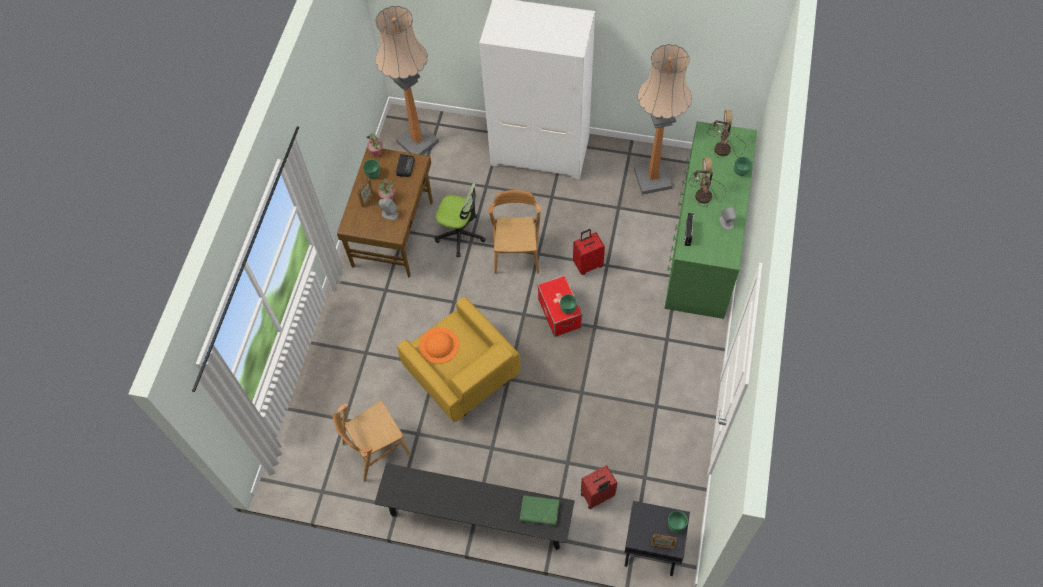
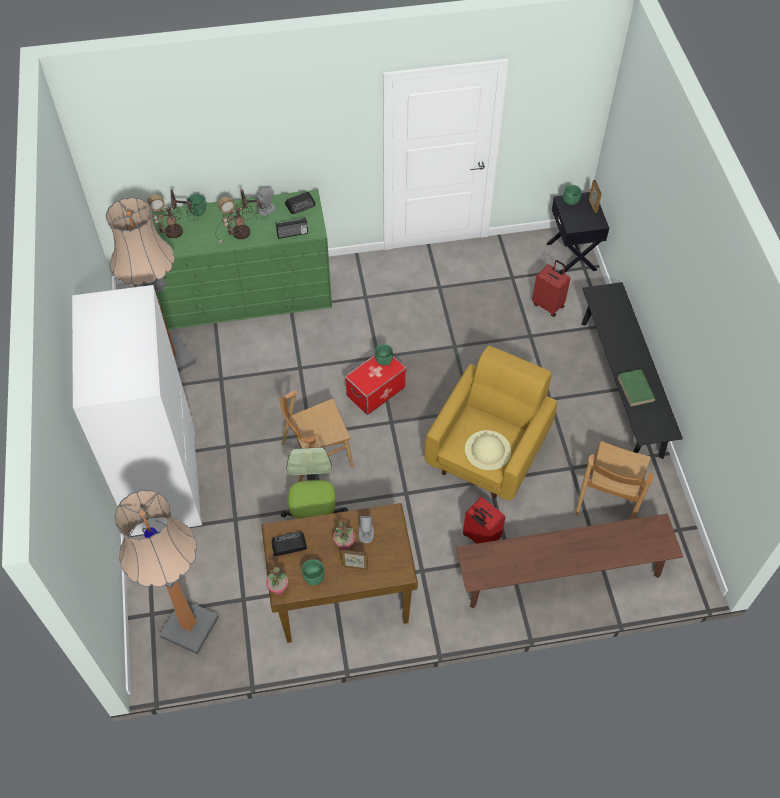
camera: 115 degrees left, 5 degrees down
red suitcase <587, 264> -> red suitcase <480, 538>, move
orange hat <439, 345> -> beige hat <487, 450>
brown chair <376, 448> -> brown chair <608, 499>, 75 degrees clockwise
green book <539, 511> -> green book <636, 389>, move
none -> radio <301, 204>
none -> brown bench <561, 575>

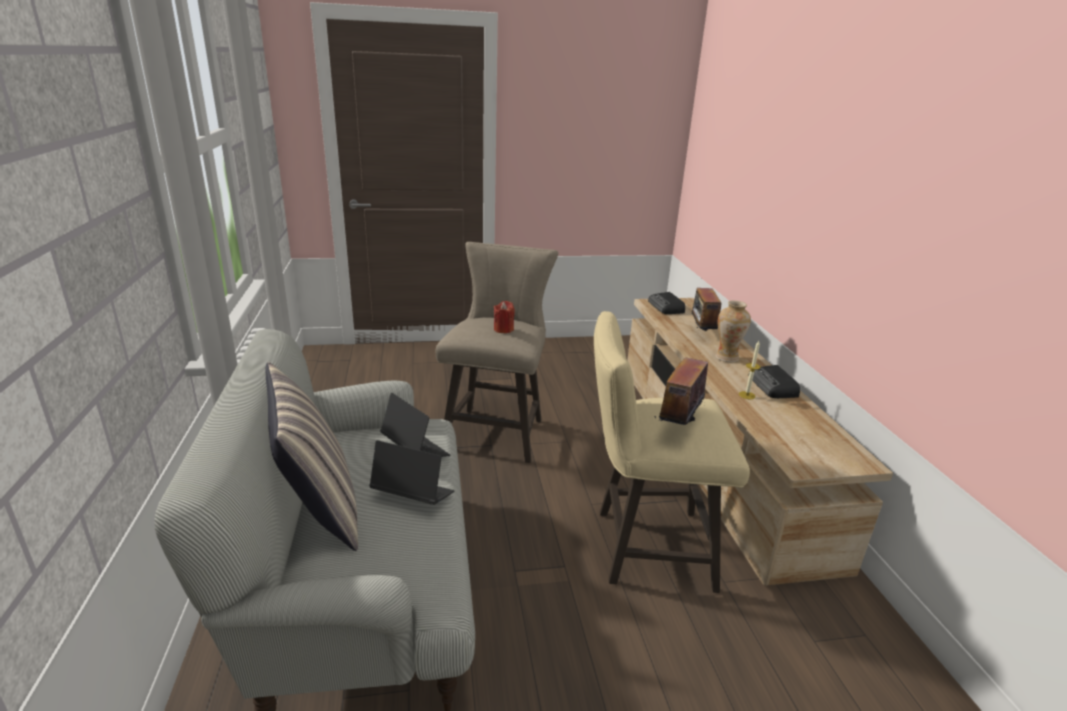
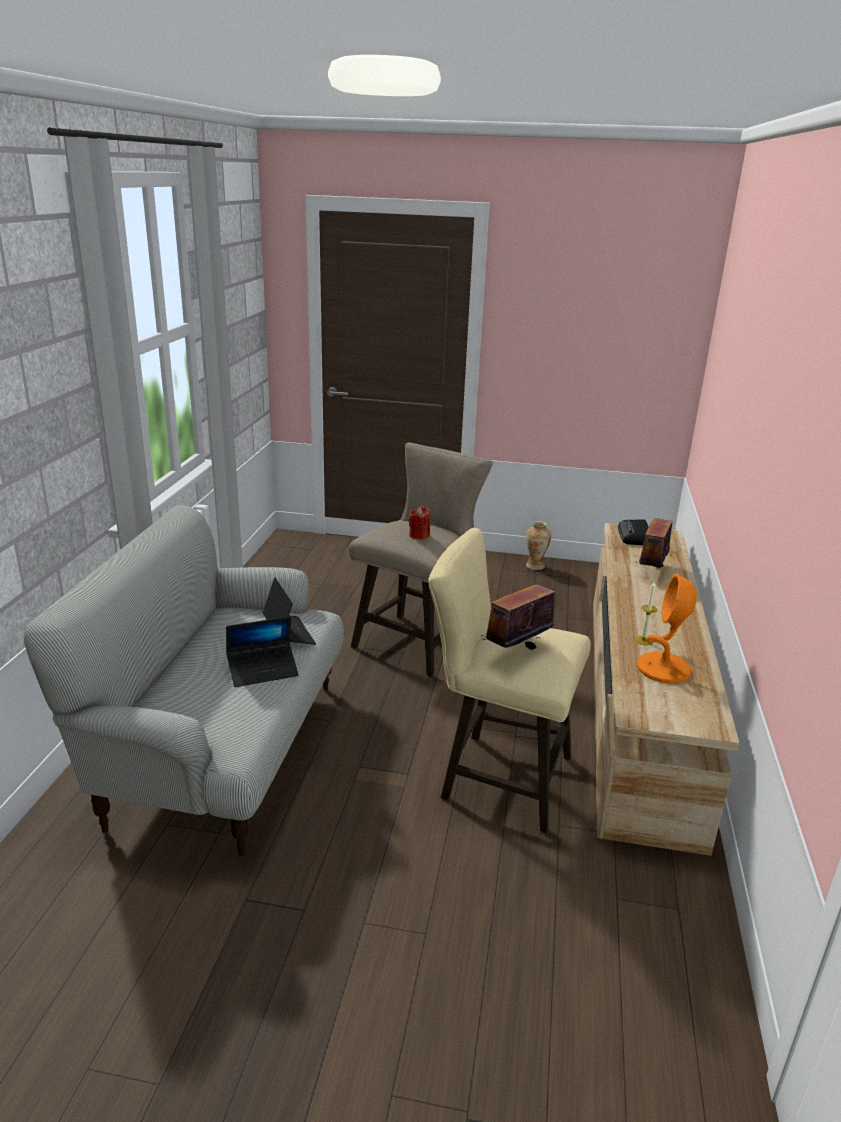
camera: 20 degrees right, 0 degrees up
vase <726, 357> -> vase <535, 566>, move
pillow <318, 509> -> none
radio <773, 387> -> none
laptop <412, 496> -> laptop <263, 670>, 120 degrees clockwise
none -> orange table lamp <663, 669>

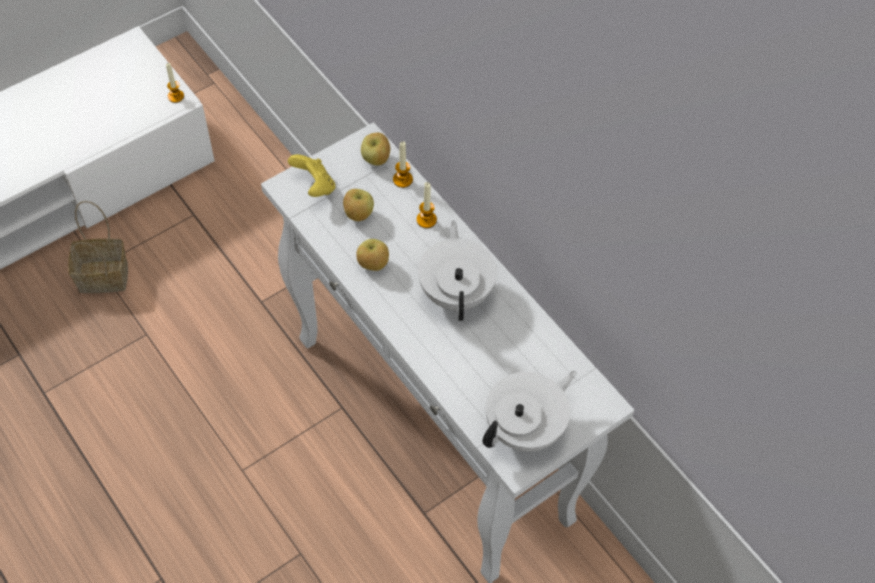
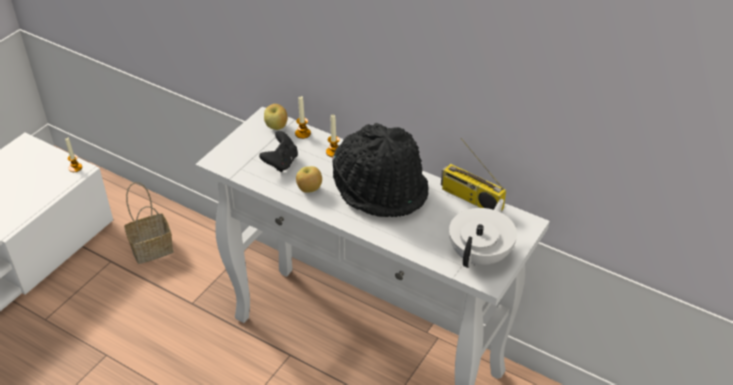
camera: 20 degrees left, 15 degrees down
yellow game controller <314, 186> -> none
apple <358, 214> -> black game controller <281, 162>
basket <105, 275> -> basket <153, 248>, move
white teapot <457, 292> -> black hat <381, 188>
none -> radio <470, 198>

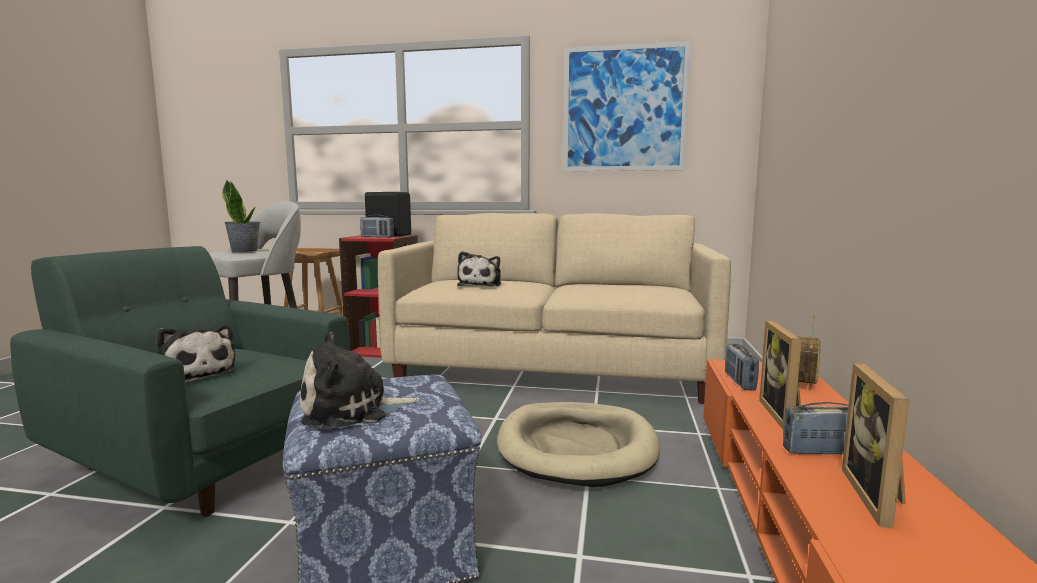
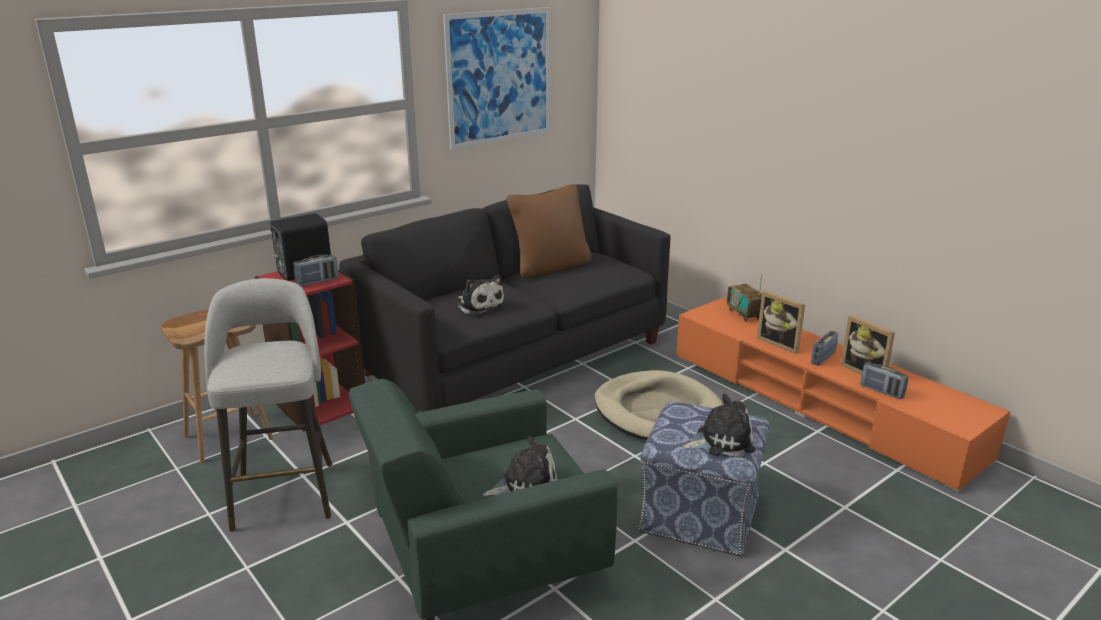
camera: 50 degrees left, 15 degrees up
potted plant <245, 251> -> none
beige sofa <553, 369> -> black sofa <515, 357>
plush toy <352, 410> -> plush toy <721, 441>, 120 degrees counterclockwise
radio <739, 382> -> radio <881, 391>, move
none -> brown pillow <550, 266>

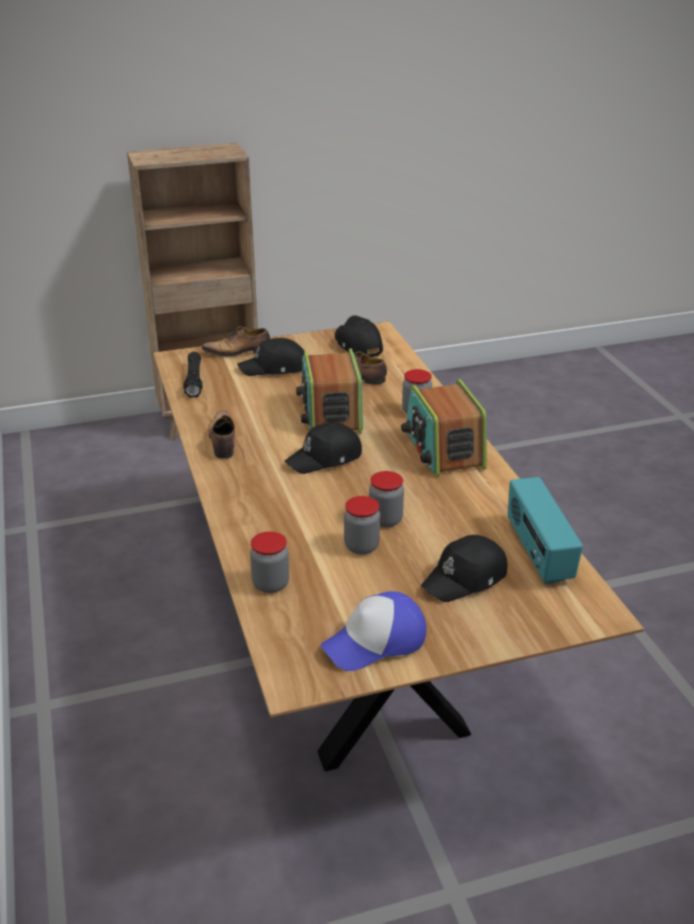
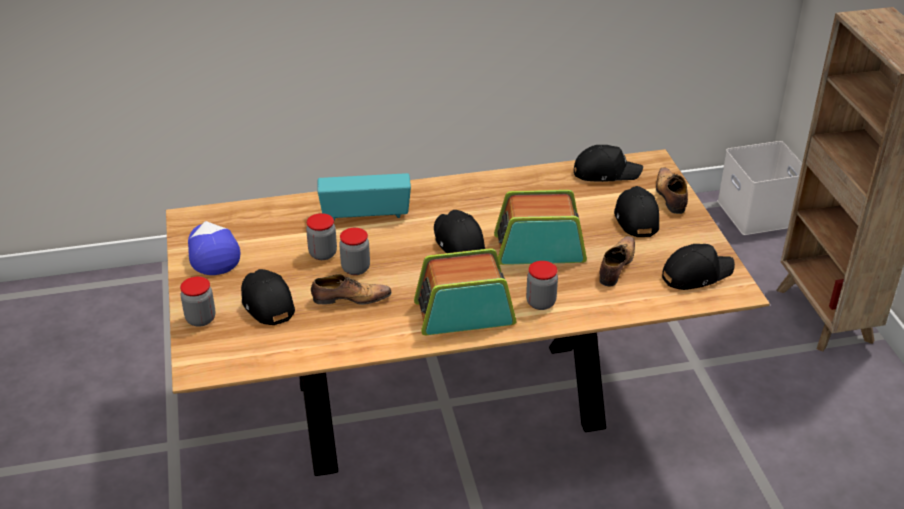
camera: 95 degrees right, 5 degrees up
black flashlight <194, 381> -> black cap <605, 172>
shoe <223, 440> -> shoe <350, 298>, move
radio <537, 553> -> radio <365, 214>, move
jar <270, 584> -> jar <200, 319>, move
none -> white storage box <759, 213>

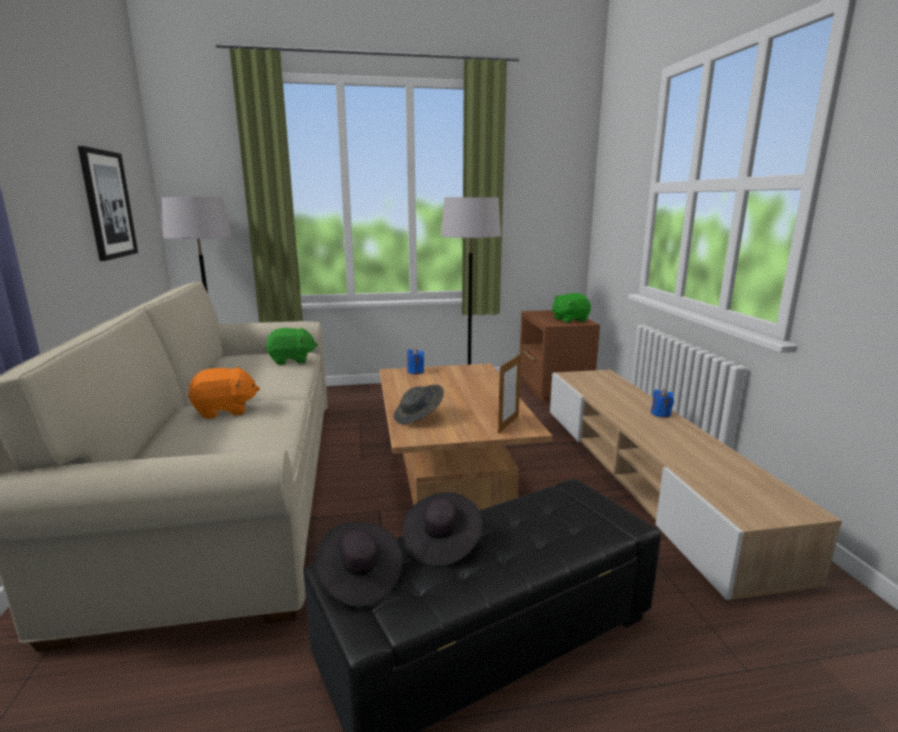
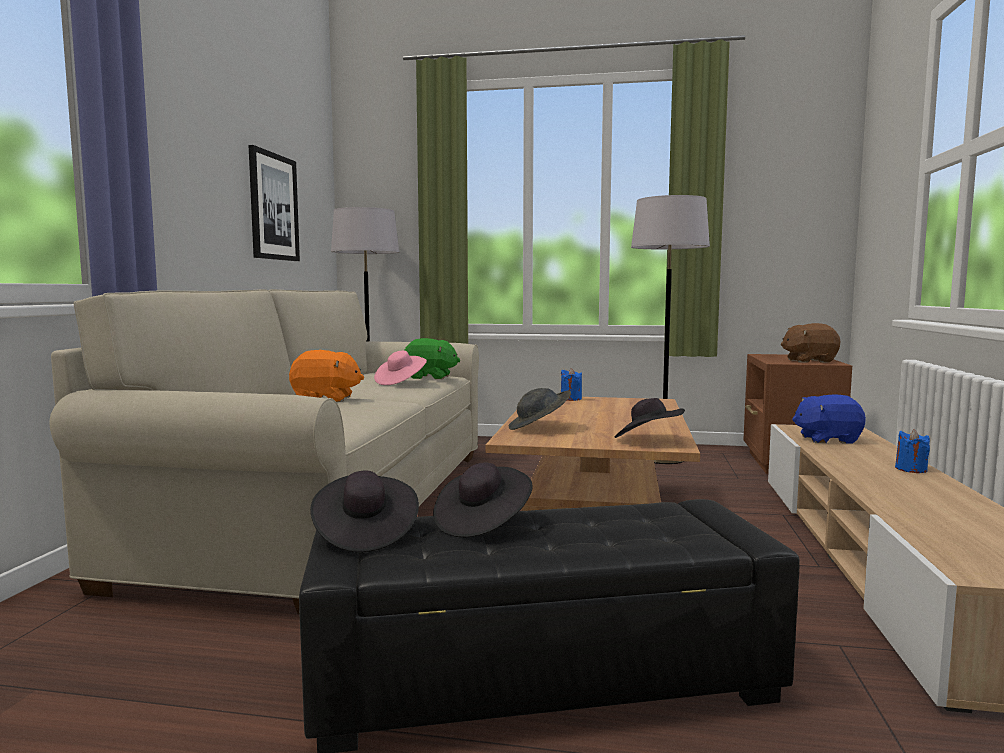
camera: 20 degrees right, 10 degrees down
green plush toy <569, 320> -> brown plush toy <809, 361>
picture frame <508, 424> -> black hat <648, 440>
none -> pink hat <400, 382>
none -> blue plush toy <827, 439>

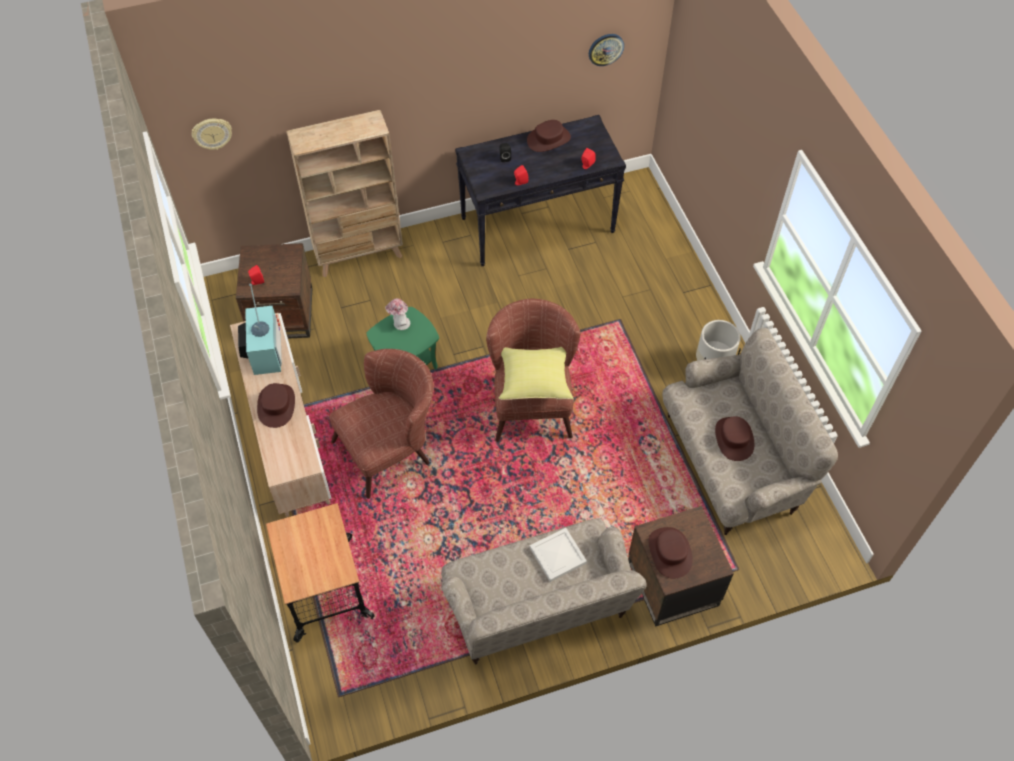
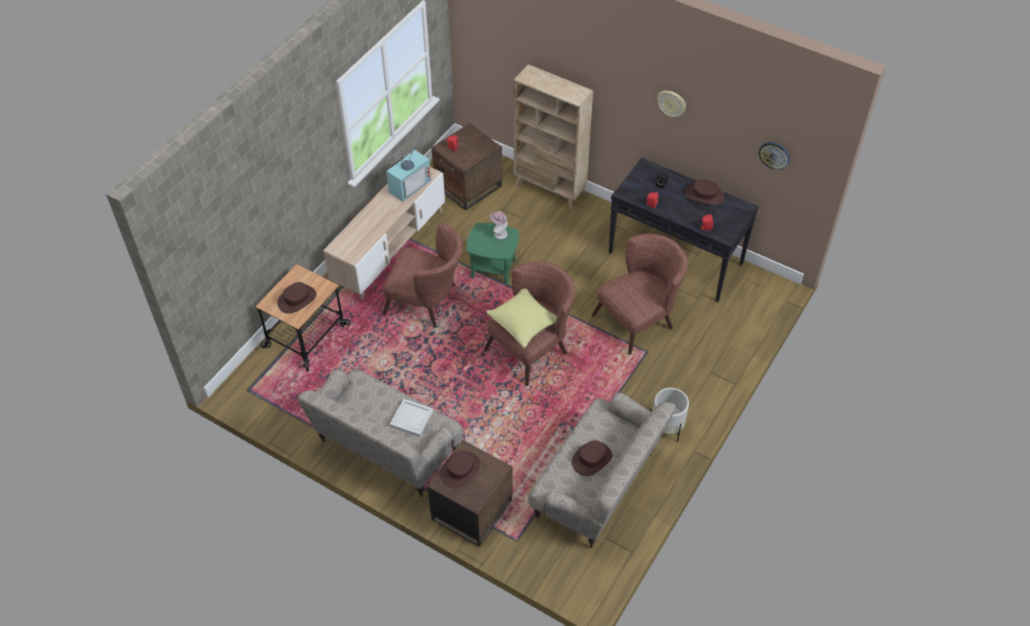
camera: 50 degrees right, 5 degrees down
wall clock <212, 133> -> wall clock <671, 103>, move
brown hat <277, 405> -> brown hat <297, 299>, move
none -> brown armchair <639, 318>

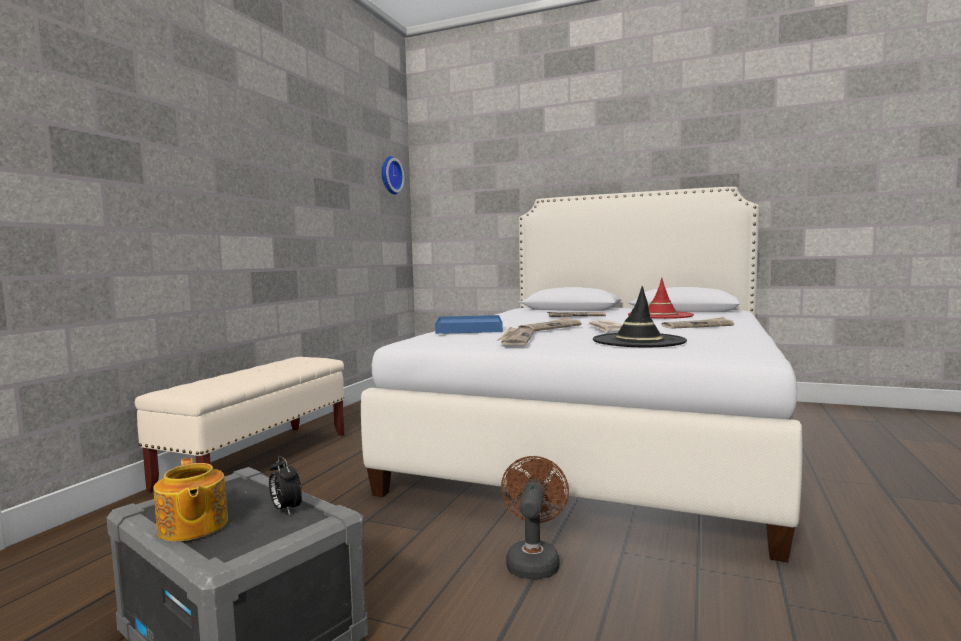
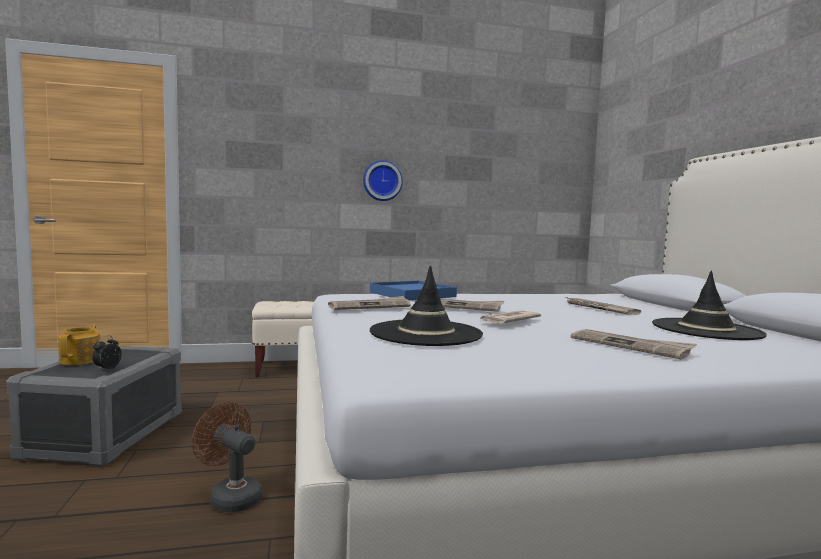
camera: 55 degrees right, 0 degrees up
wall clock <389, 175> -> wall clock <382, 181>, move
red hat <660, 315> -> black hat <706, 330>
brown fan <533, 560> -> brown fan <231, 496>, 120 degrees counterclockwise
teapot <192, 527> -> teapot <81, 360>, 150 degrees clockwise

